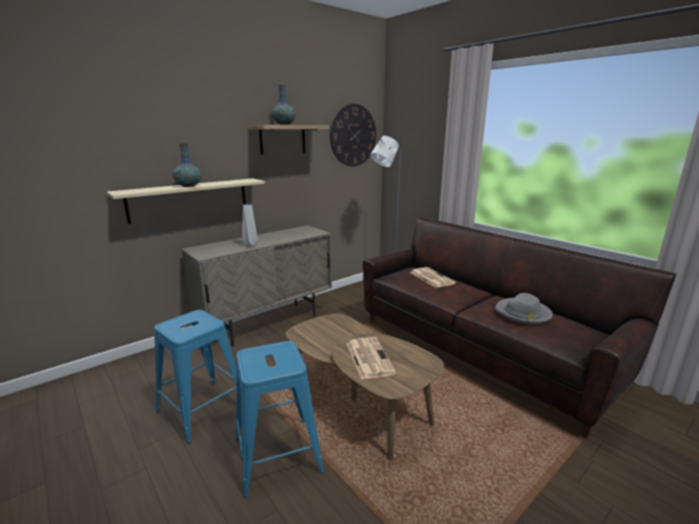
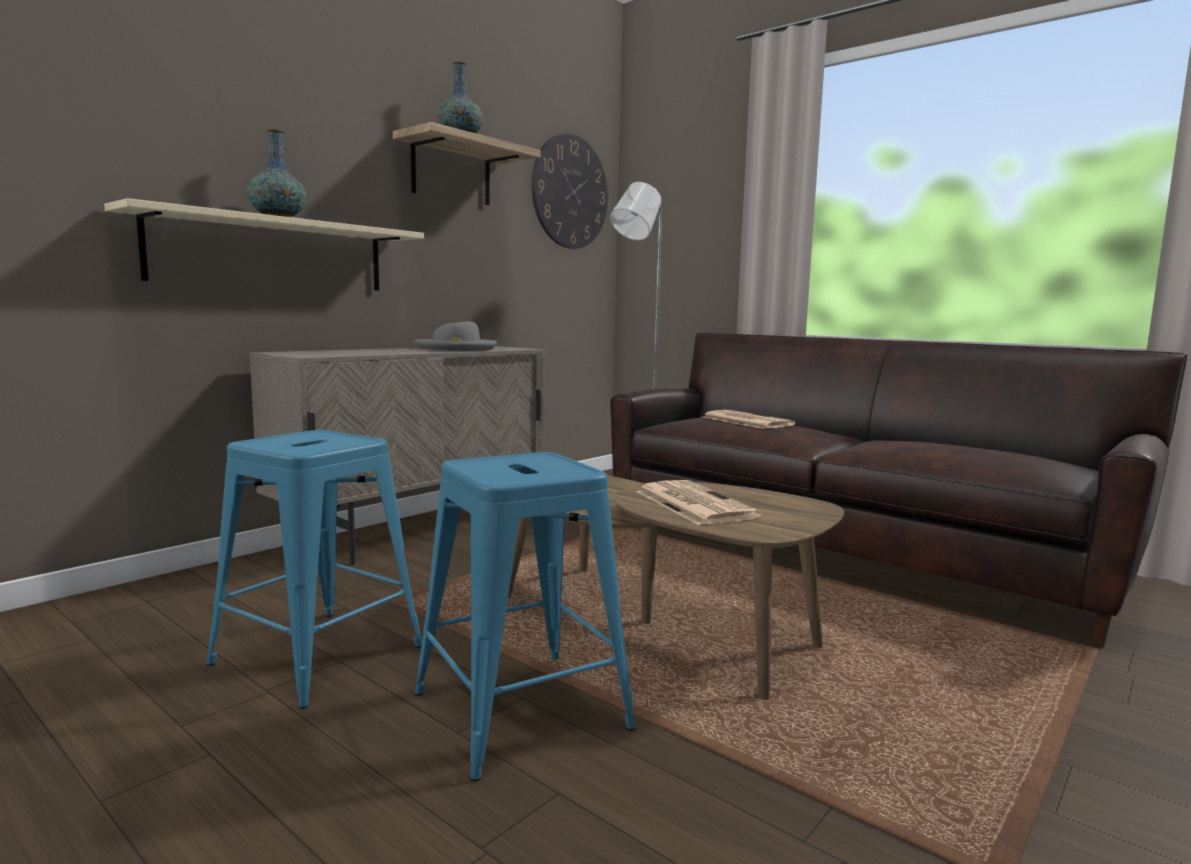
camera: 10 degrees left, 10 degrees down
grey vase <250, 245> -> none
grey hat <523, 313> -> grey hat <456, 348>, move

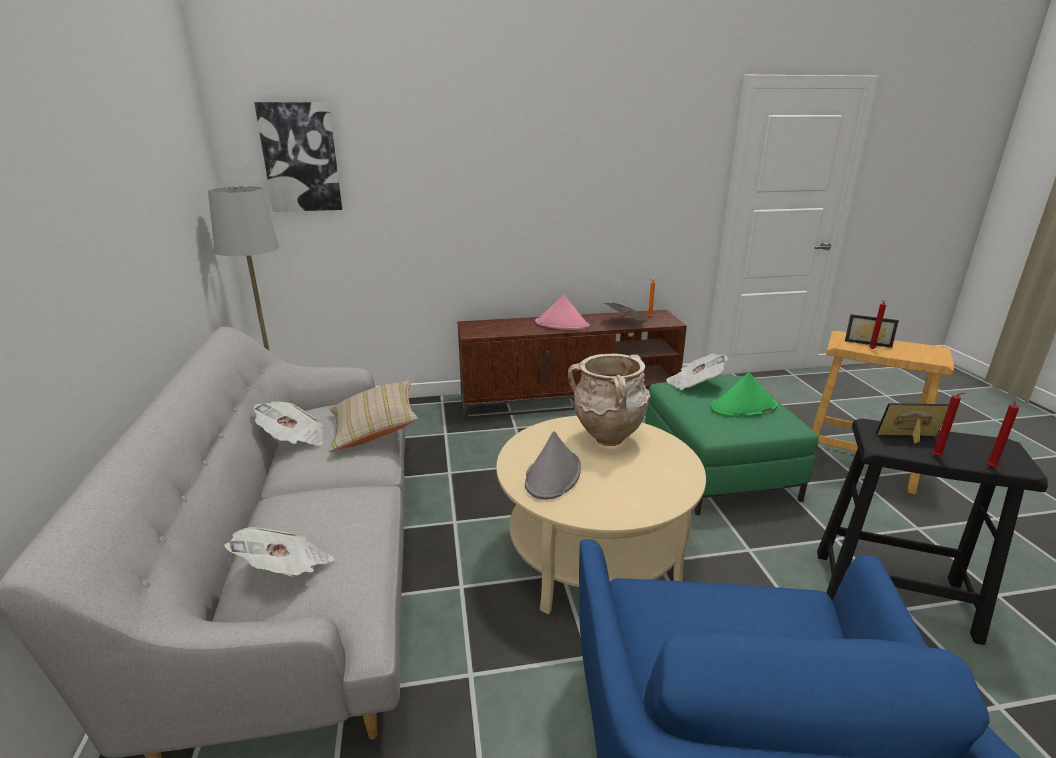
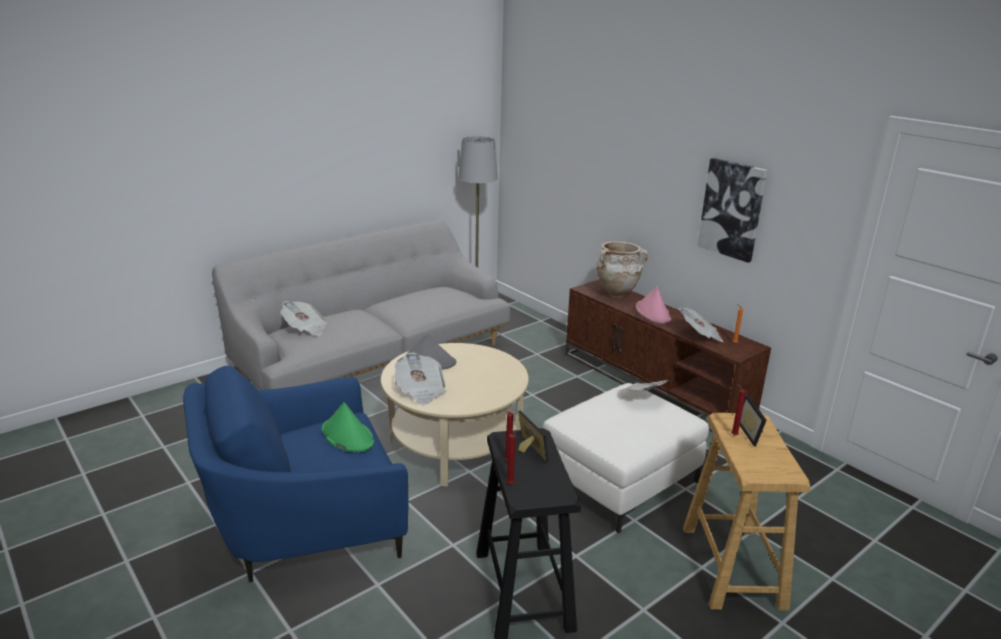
camera: 60 degrees right, 0 degrees up
picture <300, 157> -> picture <732, 209>, move
beige vase <608, 441> -> beige vase <615, 295>, move
green hat <743, 407> -> green hat <347, 436>, move
green ottoman <718, 471> -> white ottoman <619, 480>
beige pillow <374, 430> -> none
newspaper <294, 439> -> newspaper <420, 391>, move

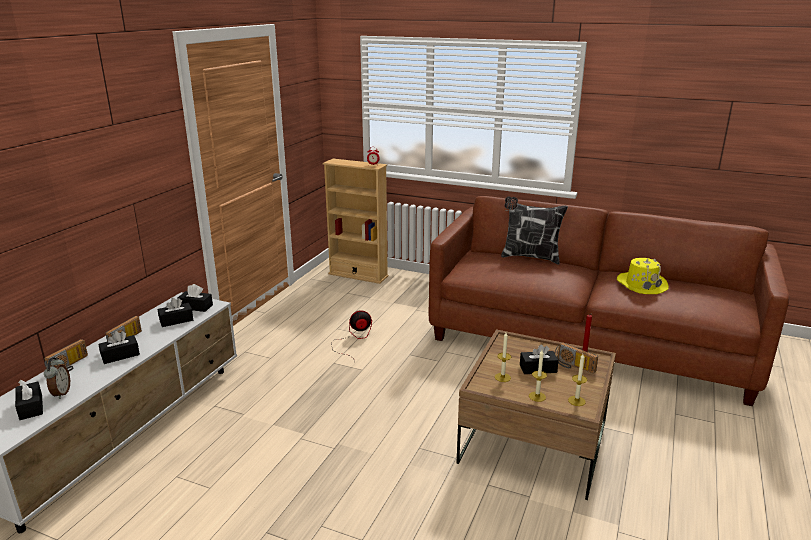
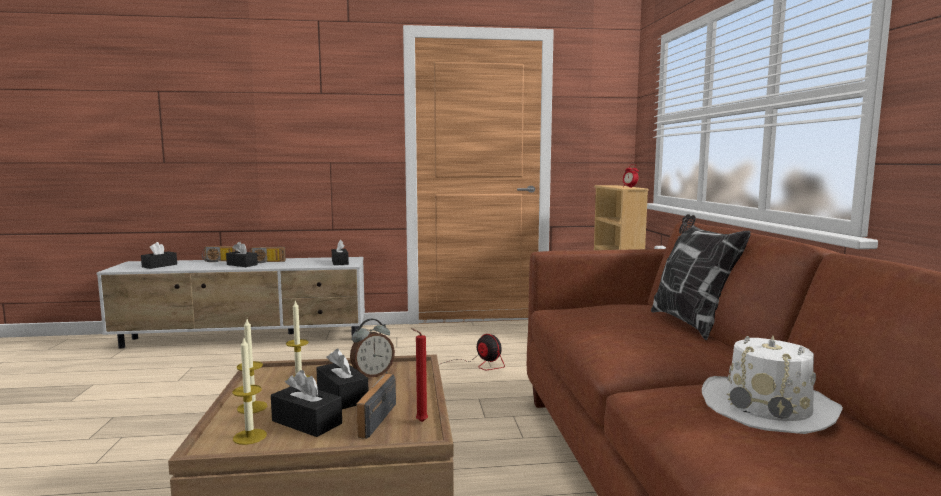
camera: 60 degrees right, 15 degrees down
yellow hat <641, 284> -> white hat <769, 407>
black tissue box <176, 320> -> black tissue box <307, 422>, move
alarm clock <61, 393> -> alarm clock <372, 375>, move

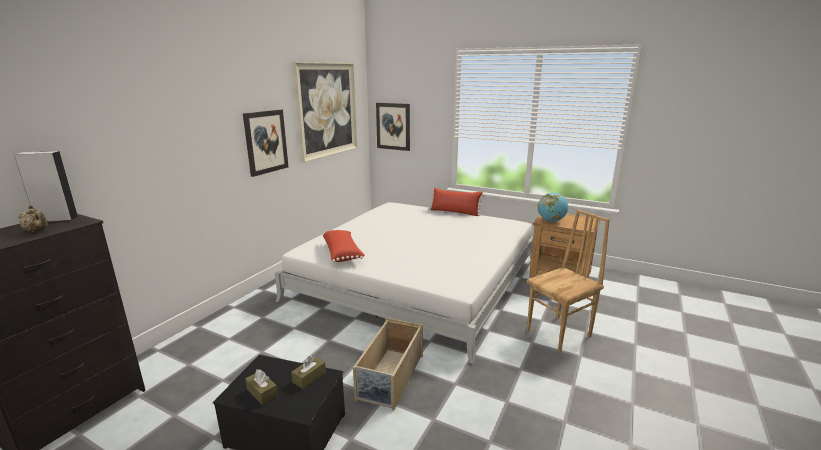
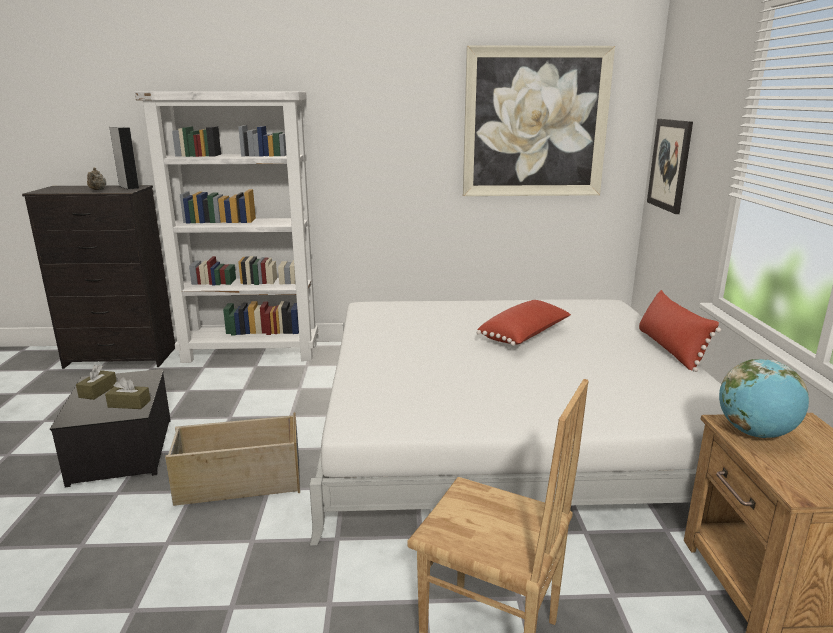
camera: 60 degrees right, 0 degrees up
picture <266, 142> -> none
red pillow <343, 253> -> red pillow <525, 336>, move
none -> white bookcase <252, 353>

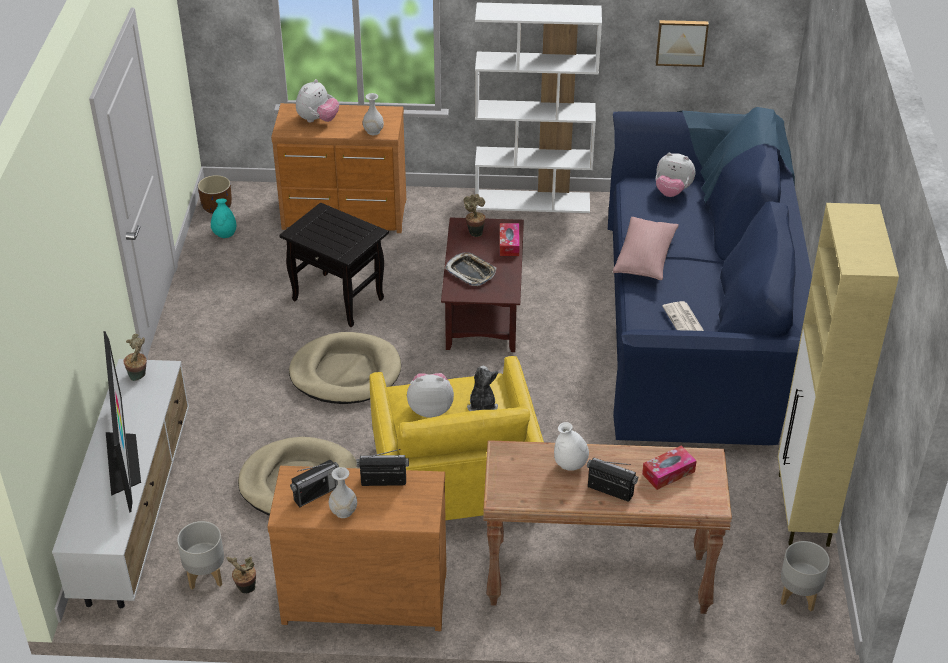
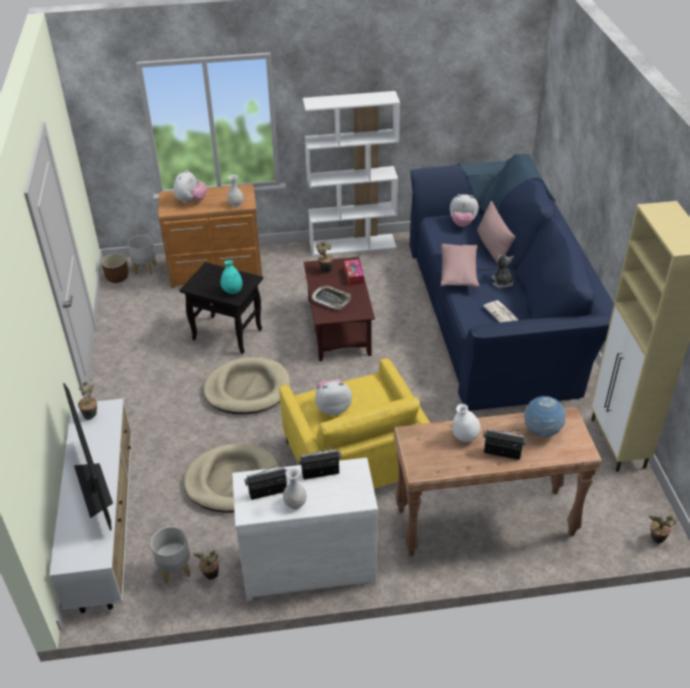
camera: 10 degrees left, 0 degrees up
picture <681, 42> -> none
turquoise vase <225, 235> -> turquoise vase <232, 291>, move
plush toy <482, 406> -> plush toy <502, 282>, move
tissue box <668, 473> -> globe <542, 432>
radio <316, 494> -> radio <268, 492>, 150 degrees counterclockwise
brown dresser <364, 593> -> white dresser <307, 563>
grey planter <798, 596> -> grey planter <145, 269>, move
none -> pink pillow <492, 247>
none -> potted plant <656, 539>

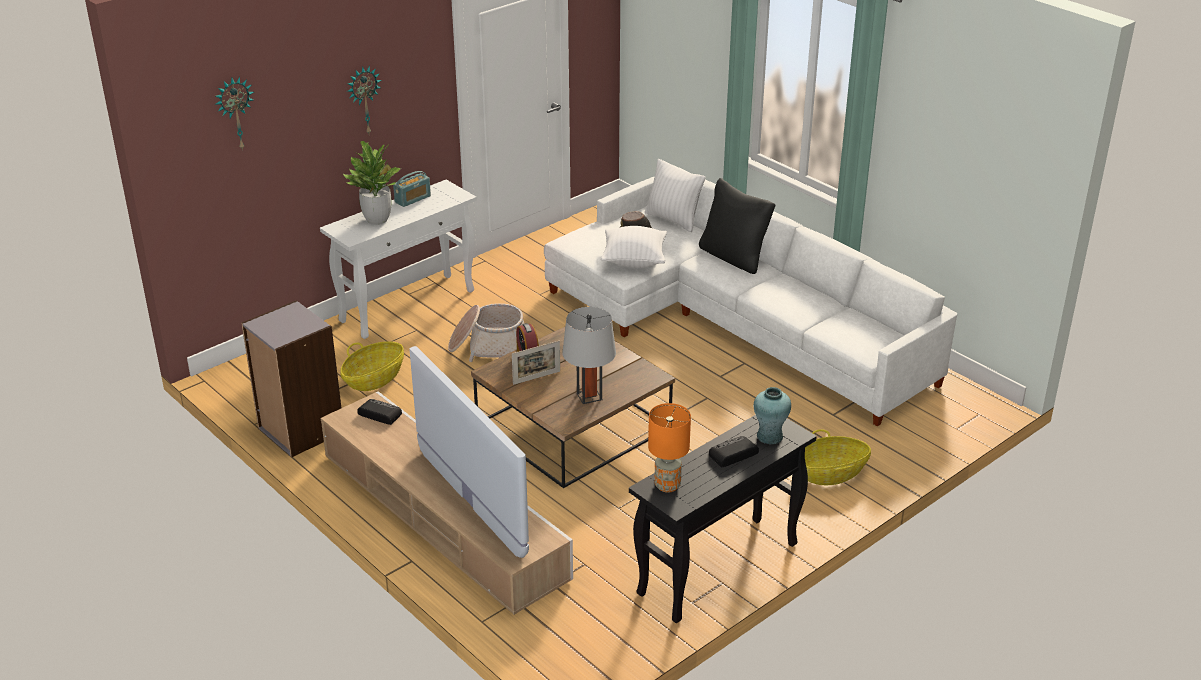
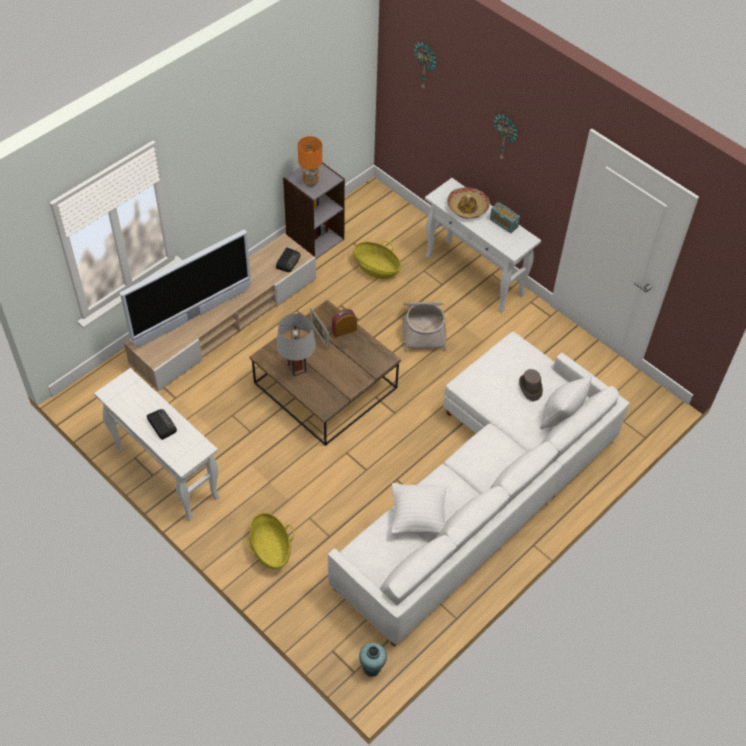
camera: 85 degrees right, 20 degrees up
potted plant <377, 220> -> hat <467, 207>
black pillow <734, 257> -> none
white pillow <634, 261> -> white pillow <418, 517>, move
turquoise vase <769, 436> -> turquoise vase <372, 667>, move
orange table lamp <667, 486> -> orange table lamp <310, 182>, move
black console table <717, 570> -> white console table <165, 472>

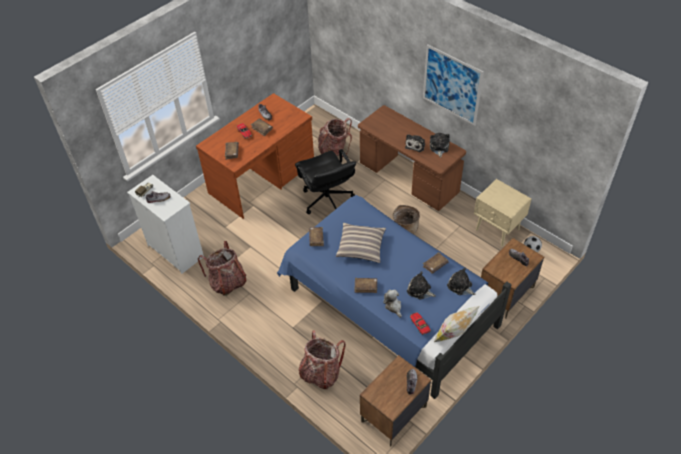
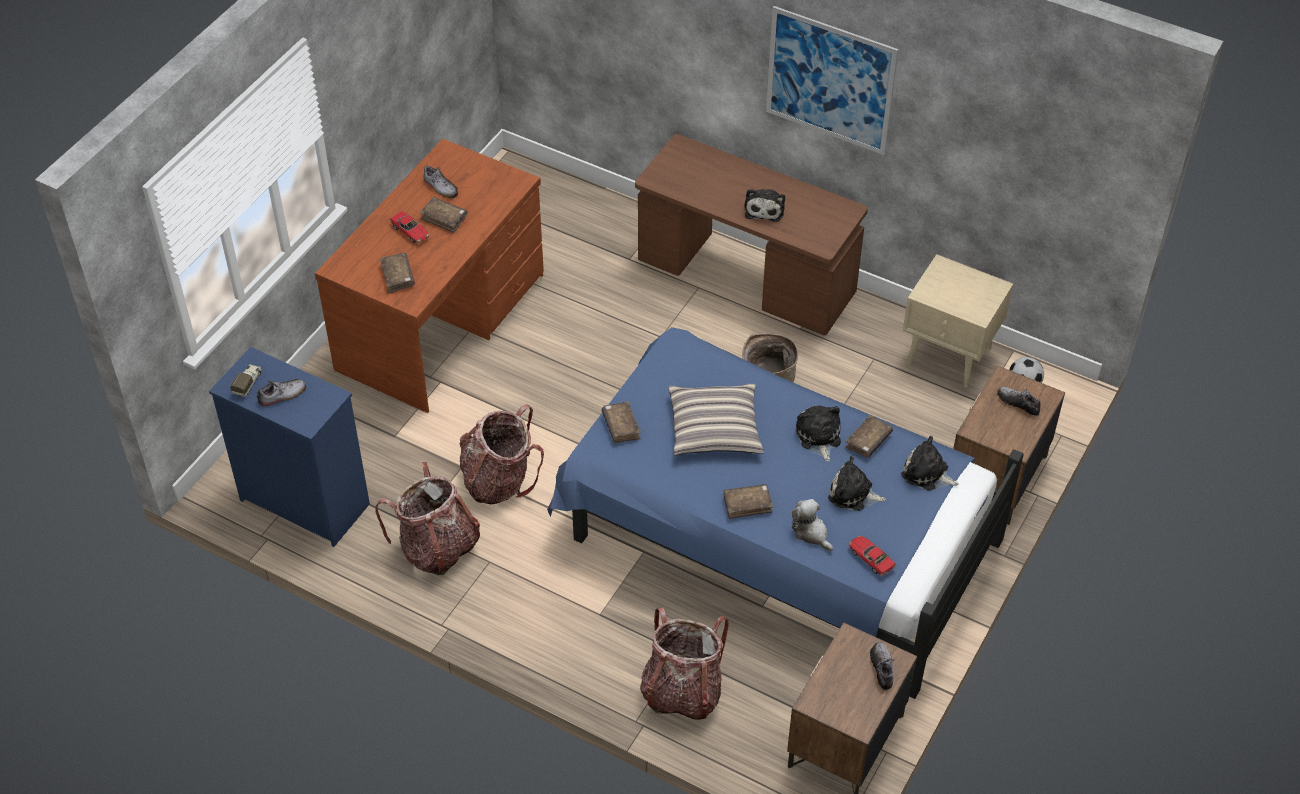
camera: 15 degrees left, 0 degrees up
backpack <334, 150> -> backpack <499, 480>, move
plush toy <439, 147> -> plush toy <818, 437>, move
black office chair <327, 201> -> none
white dresser <175, 250> -> blue dresser <304, 501>
pillow <454, 335> -> none

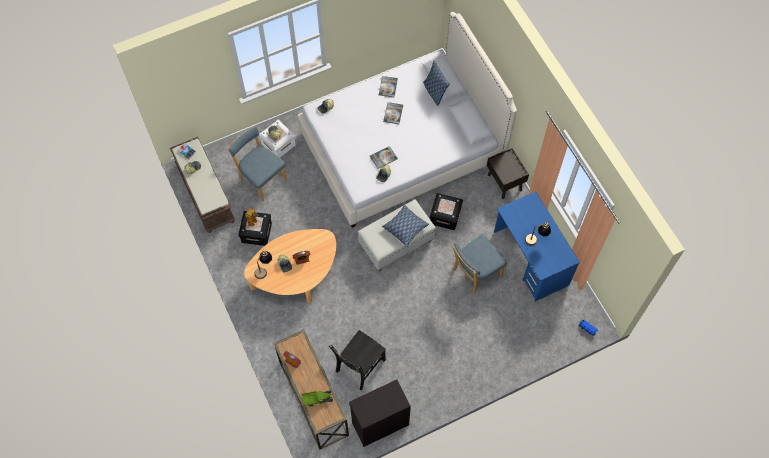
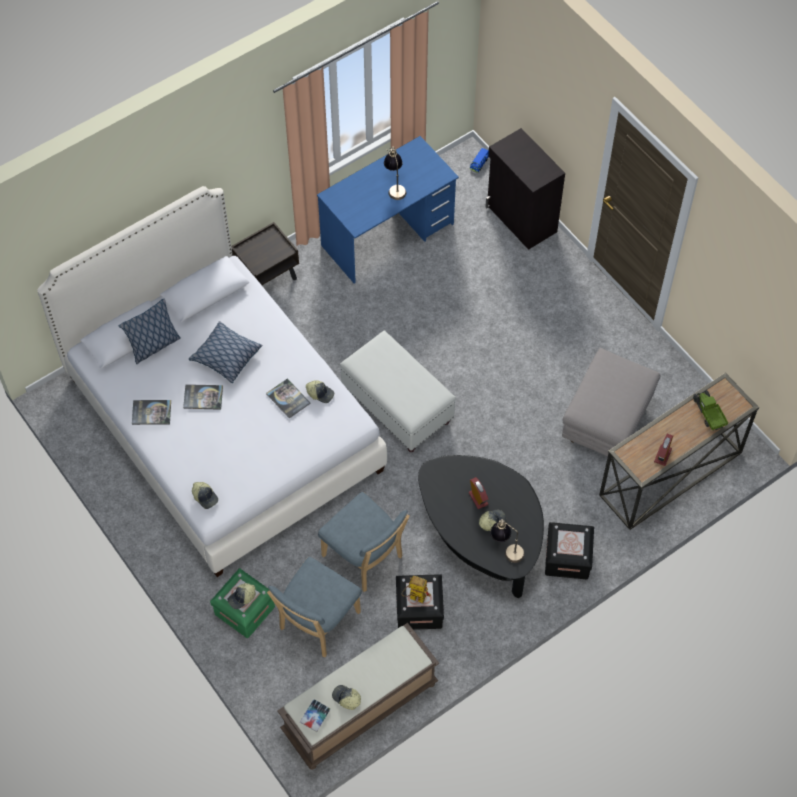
camera: 100 degrees left, 5 degrees down
white storage box <278, 144> -> green storage box <245, 610>
black storage box <445, 216> -> black storage box <567, 558>, move
pillow <405, 227> -> pillow <226, 357>, move
beige coffee table <296, 275> -> black coffee table <481, 535>
blue chair <475, 273> -> blue chair <365, 558>, move
black chair <359, 367> -> grey ottoman <606, 423>
black cabinet <379, 423> -> black cabinet <521, 219>, move

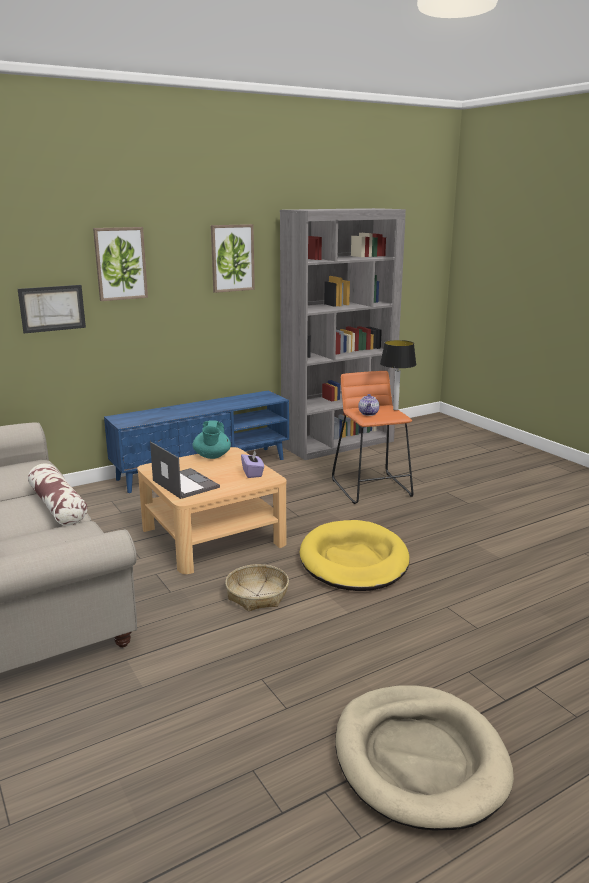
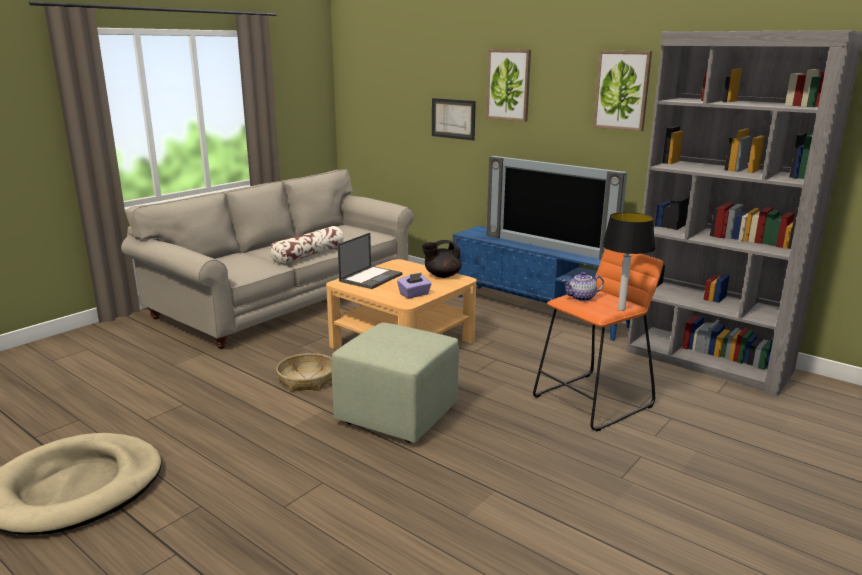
camera: 70 degrees right, 0 degrees up
turquoise teapot <212, 456> -> black teapot <442, 275>
yellow dog bed <354, 561> -> green ottoman <395, 415>
none -> television <551, 246>

